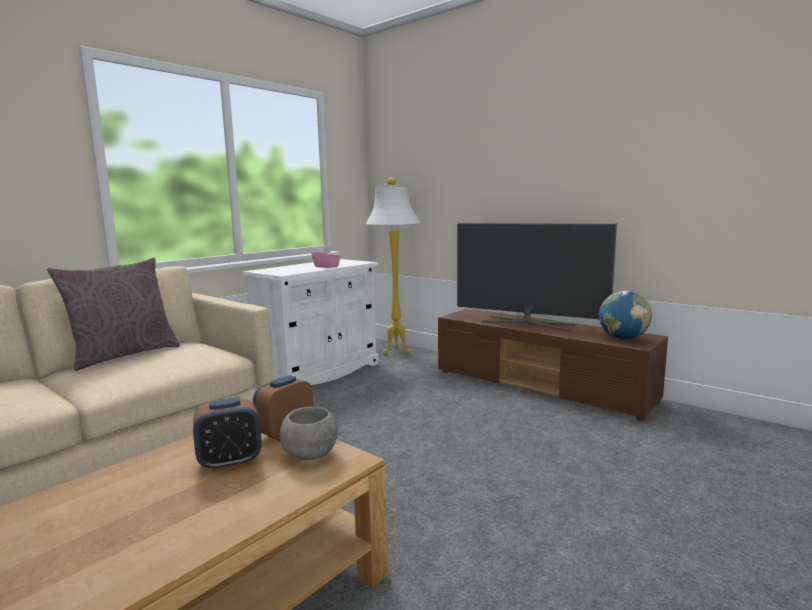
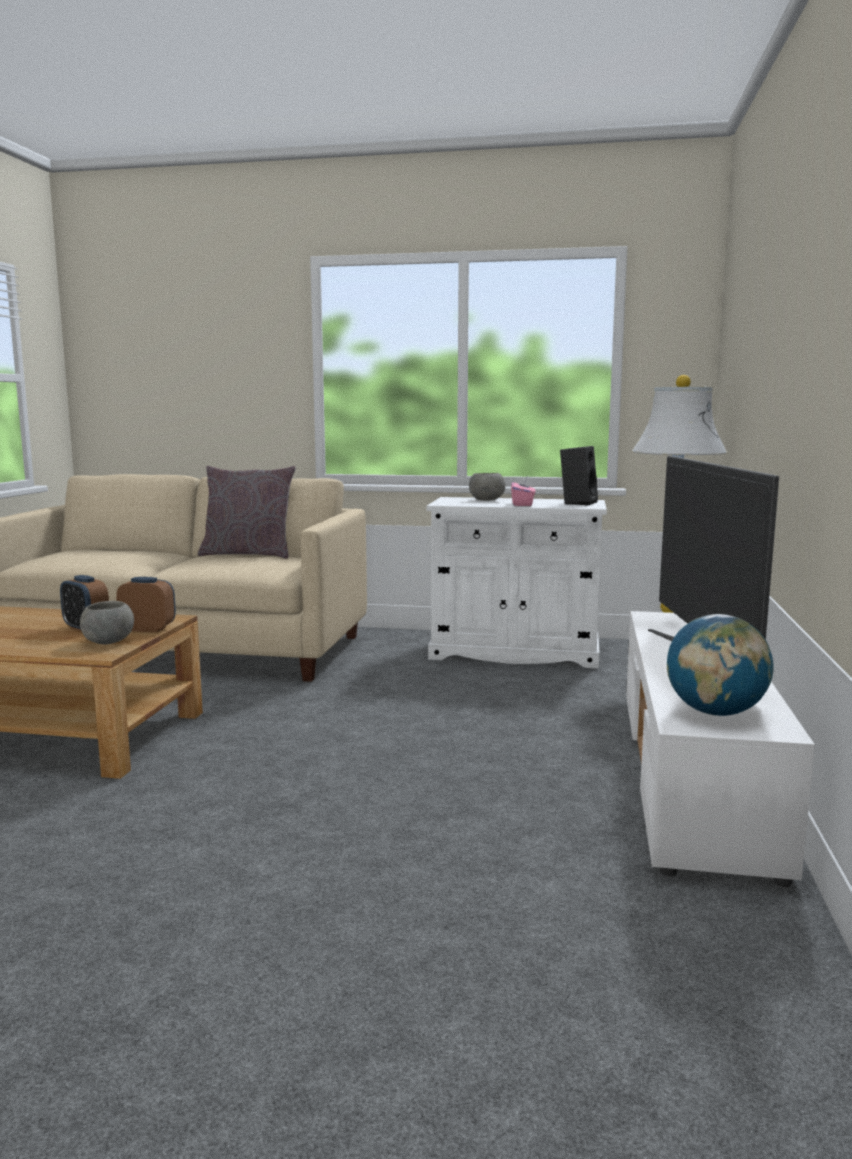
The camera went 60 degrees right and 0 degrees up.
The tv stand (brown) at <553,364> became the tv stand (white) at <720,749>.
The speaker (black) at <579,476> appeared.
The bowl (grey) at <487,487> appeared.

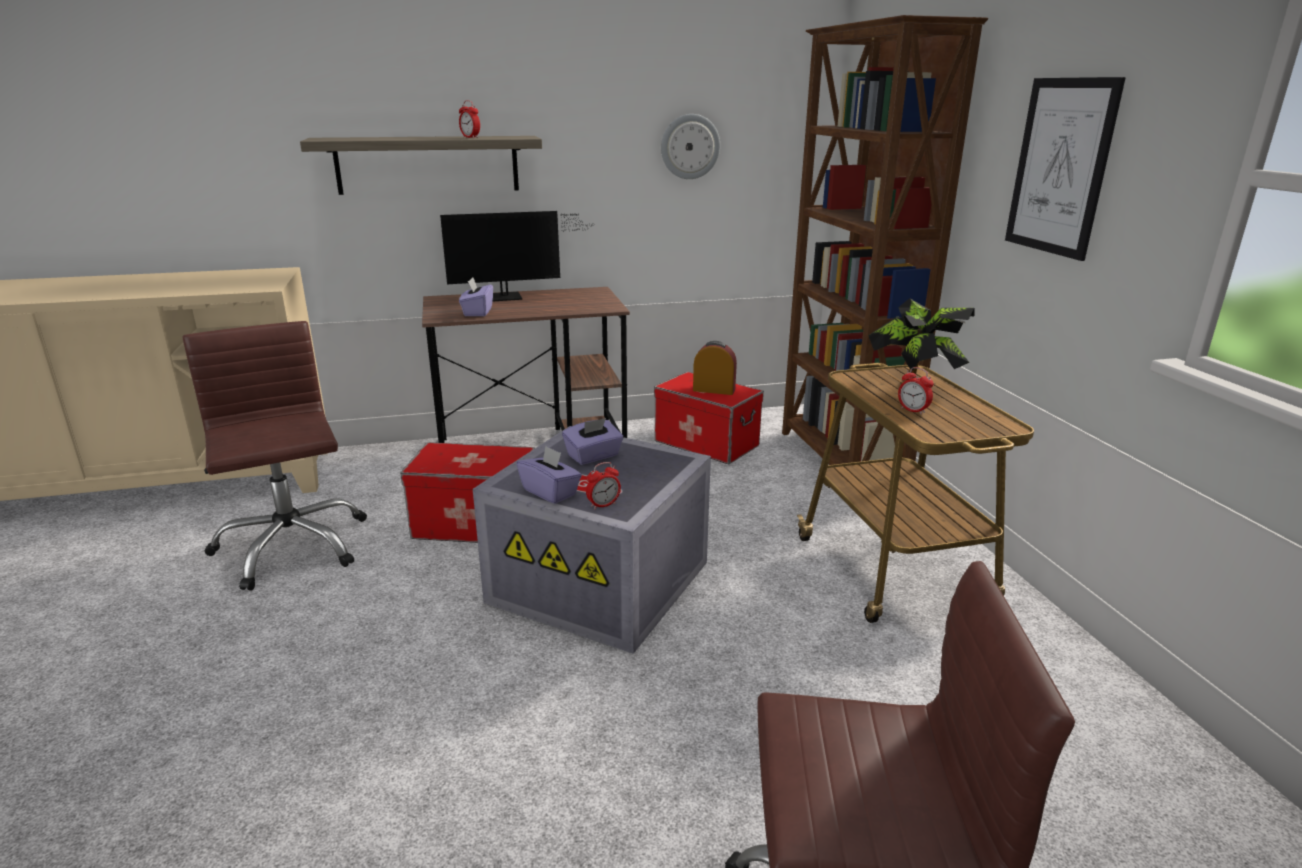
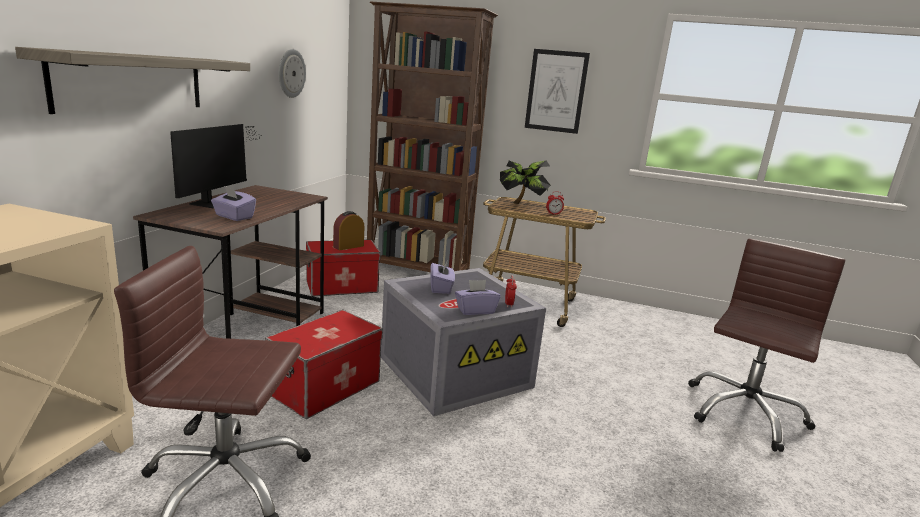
The camera went 60 degrees left and 5 degrees down.
The alarm clock at <469,119> disappeared.

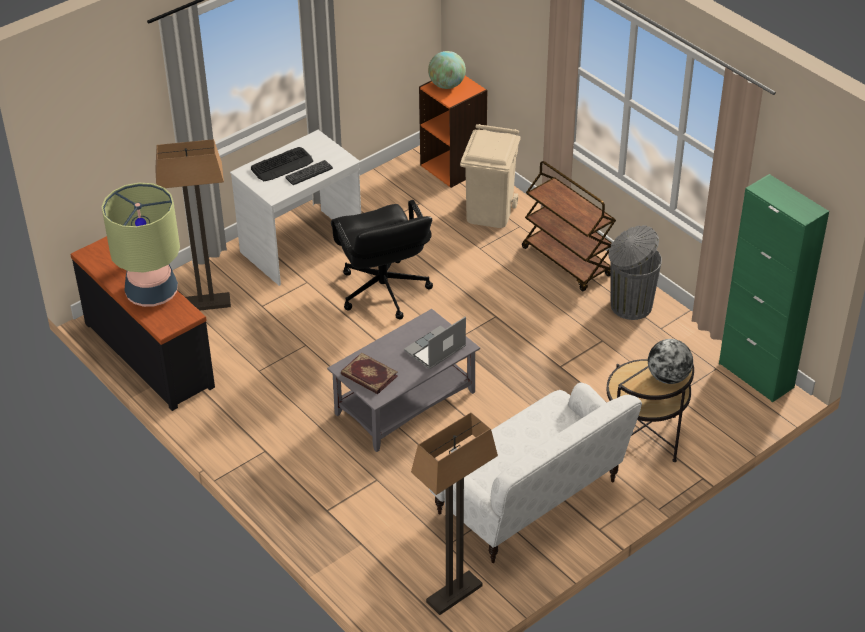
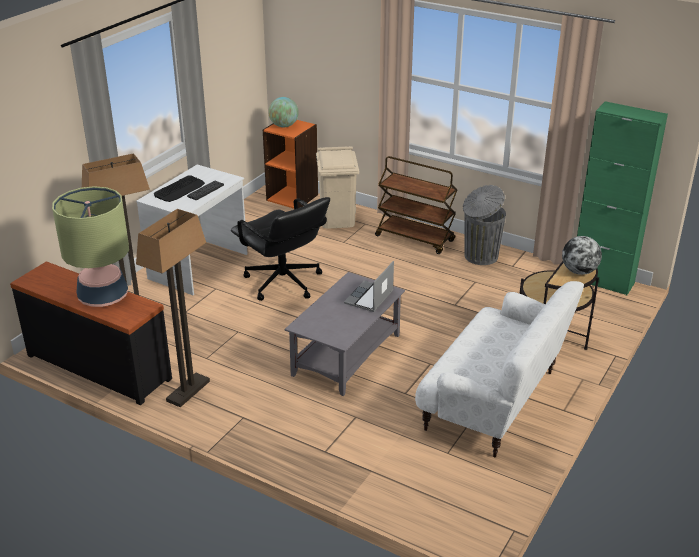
The camera went 20 degrees left and 10 degrees down.
The book at <369,373> disappeared.
The floor lamp moved from <454,514> to <173,308>.

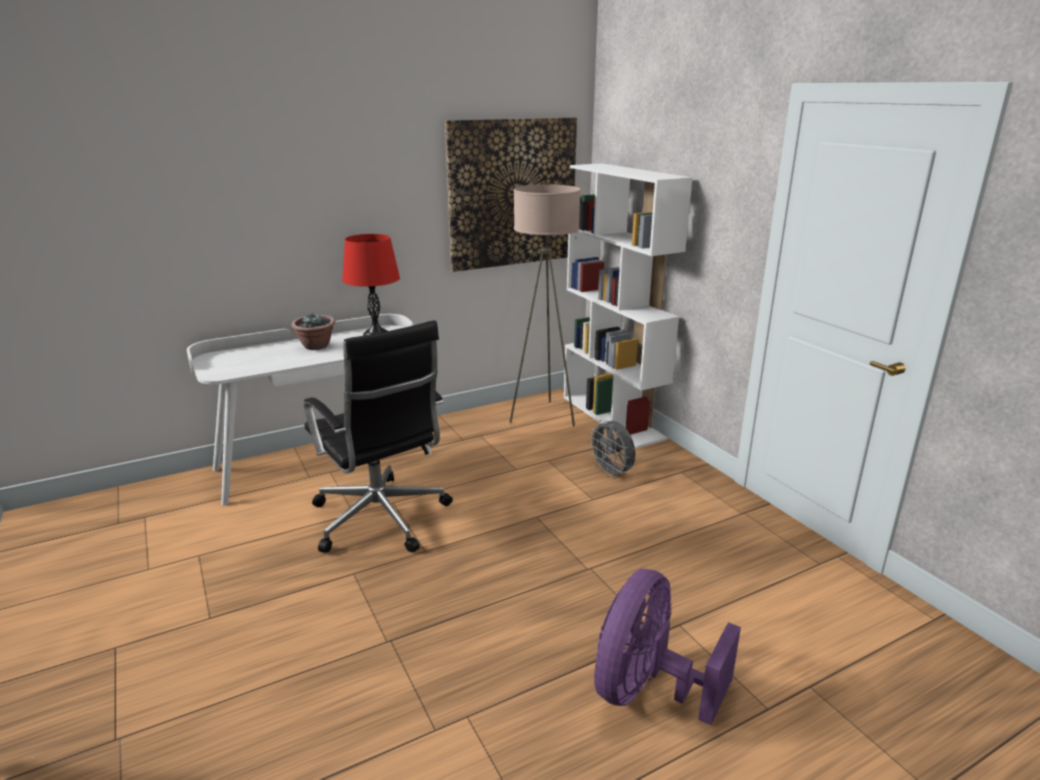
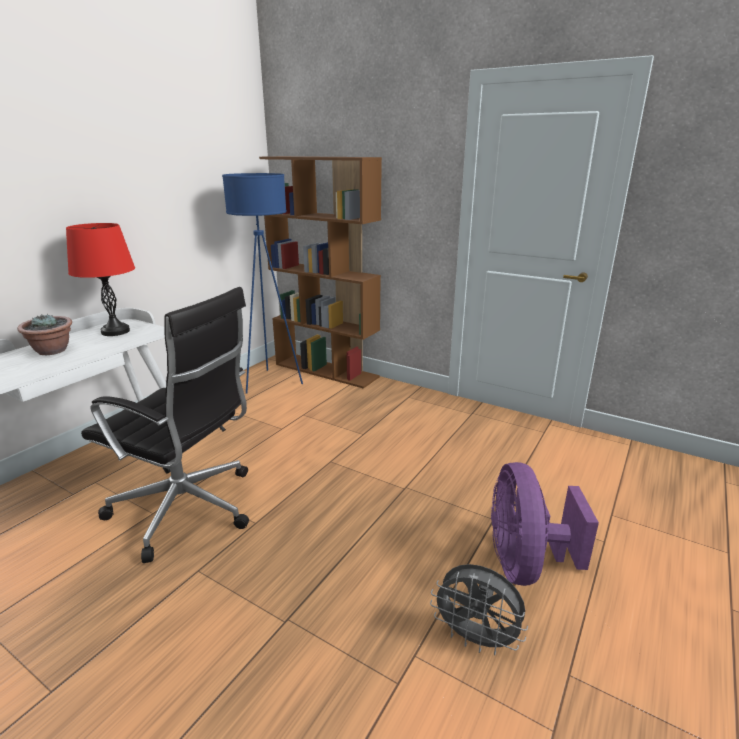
The camera went 30 degrees left and 0 degrees up.
The picture at <511,195> disappeared.
The bookcase (white) at <628,305> became the bookcase (brown) at <320,272>.
The floor lamp (beige) at <545,305> became the floor lamp (blue) at <262,283>.
The fan (grey) moved from <611,449> to <479,610>.

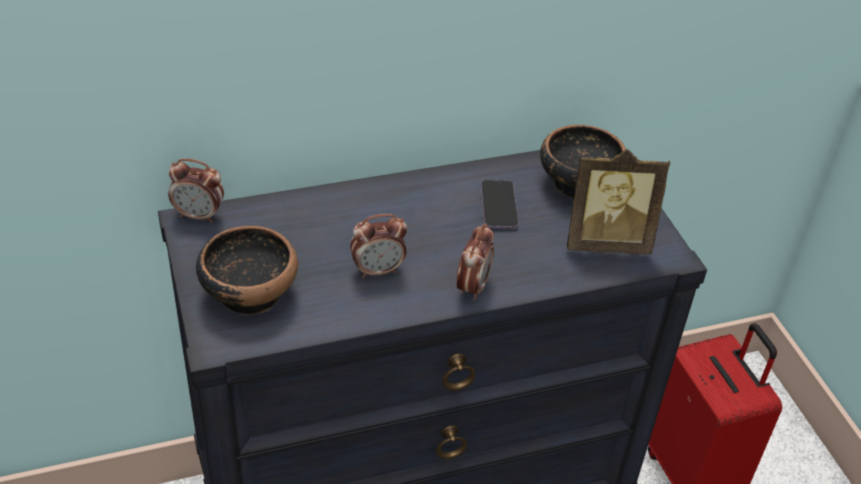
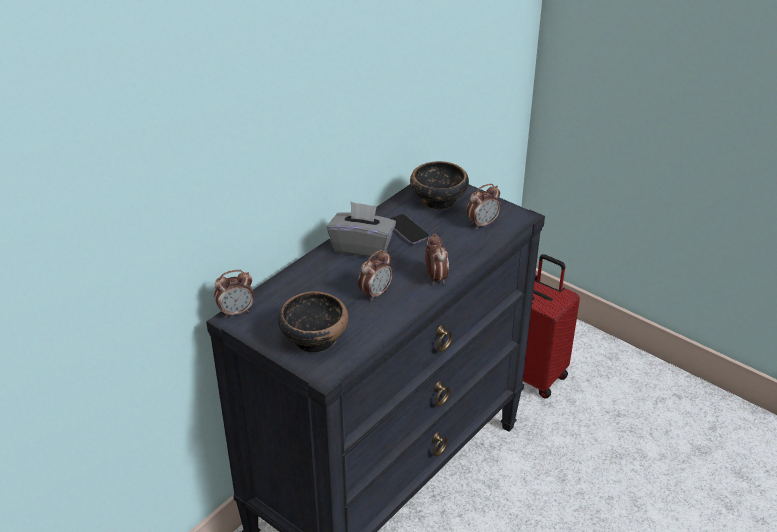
The camera went 30 degrees left and 5 degrees down.
The picture frame at <618,201> was replaced by the alarm clock at <483,207>.
The tissue box (grey) at <361,229> appeared.

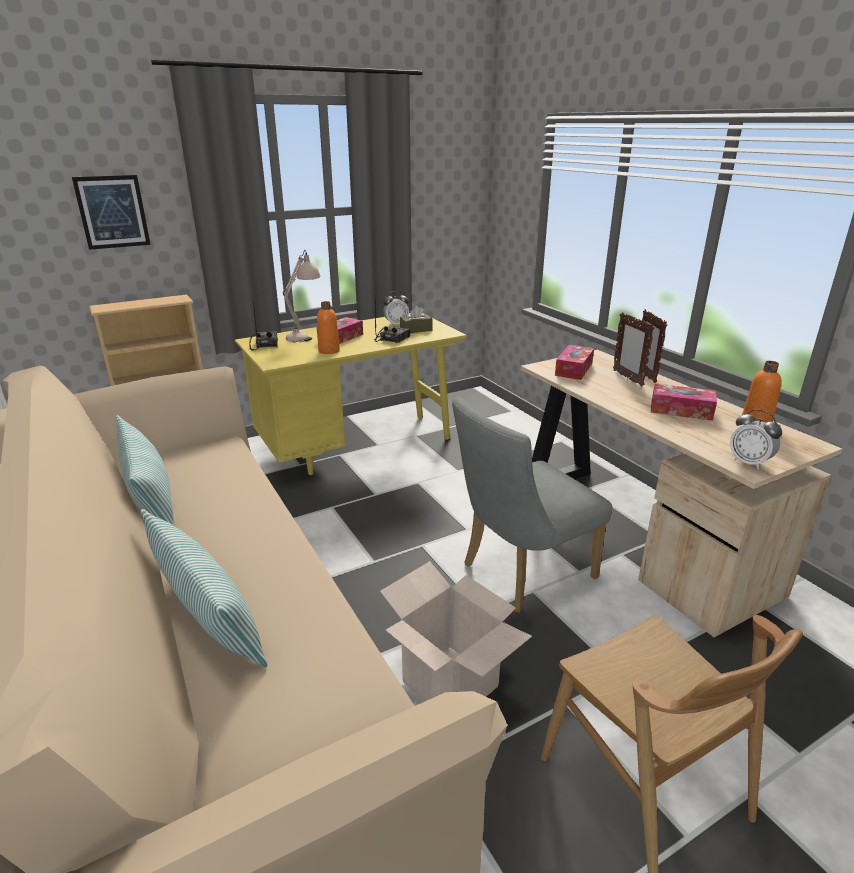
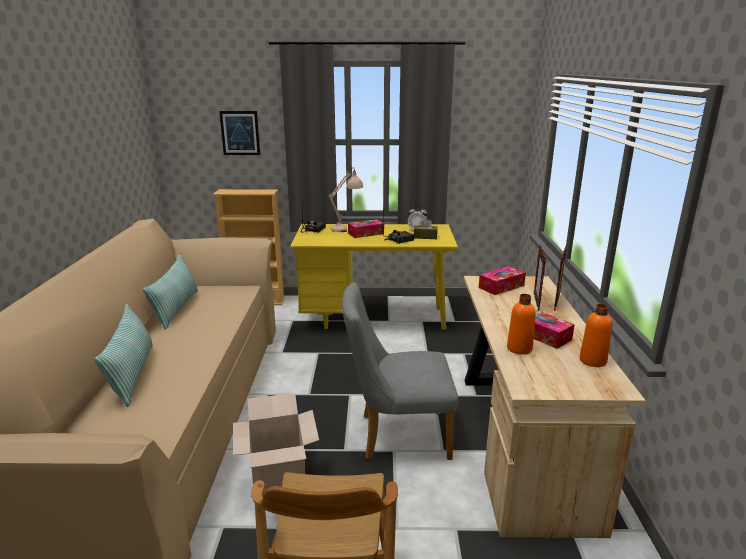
The camera went 30 degrees right and 5 degrees down.
The bottle (orange) moved from <328,327> to <521,324>.
The alarm clock at <756,439> disappeared.

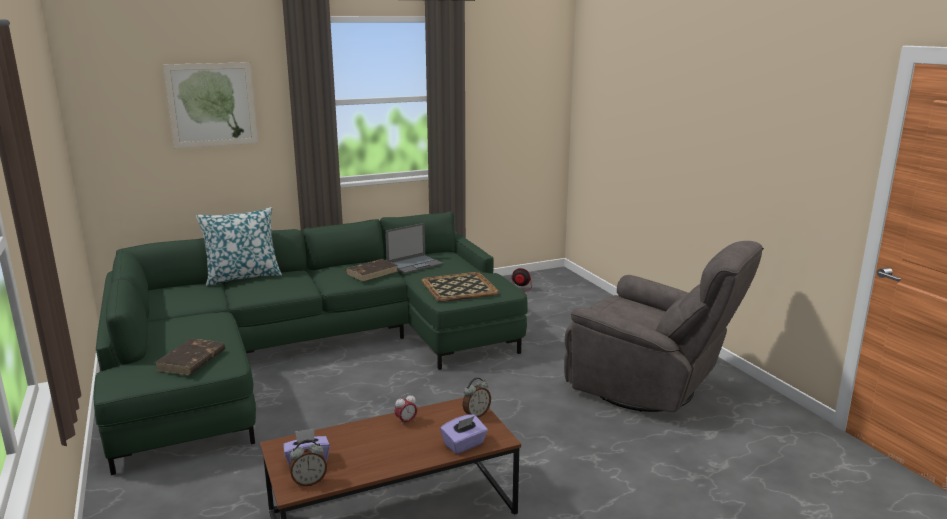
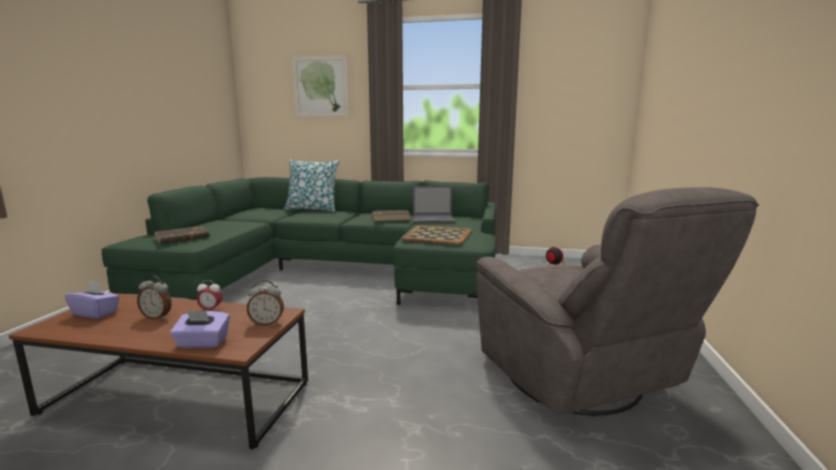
The camera went 35 degrees right and 5 degrees down.
The alarm clock moved from <308,463> to <154,297>.

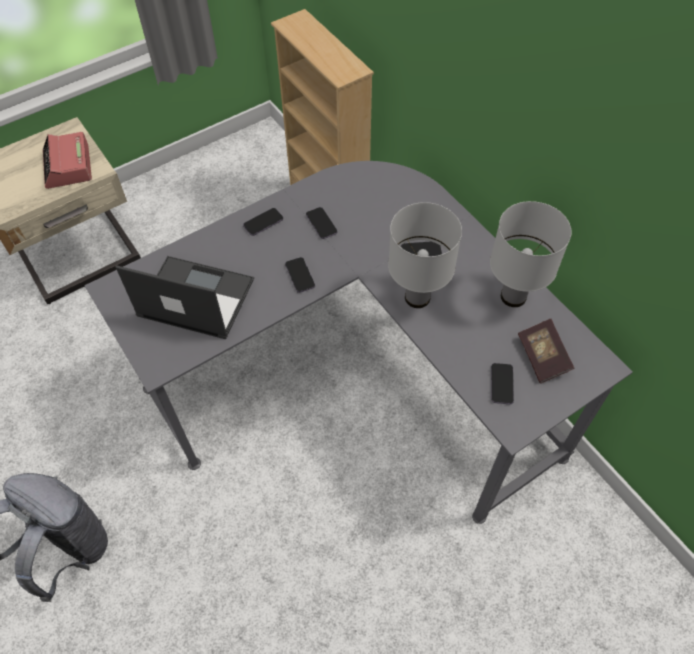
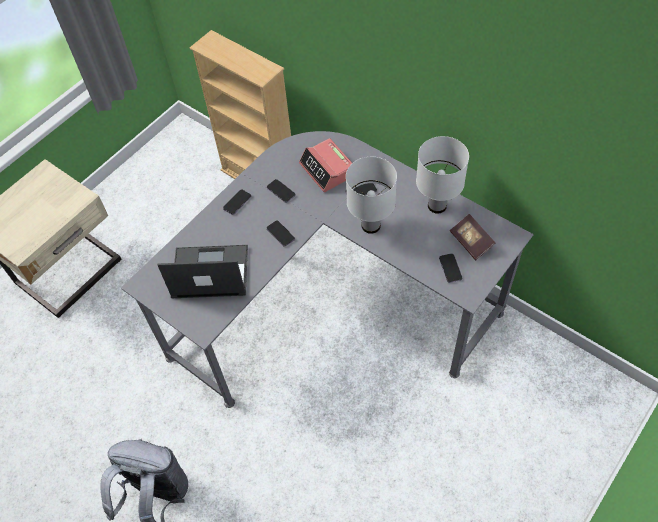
The camera went 15 degrees left and 0 degrees up.
The alarm clock moved from <67,160> to <325,165>.

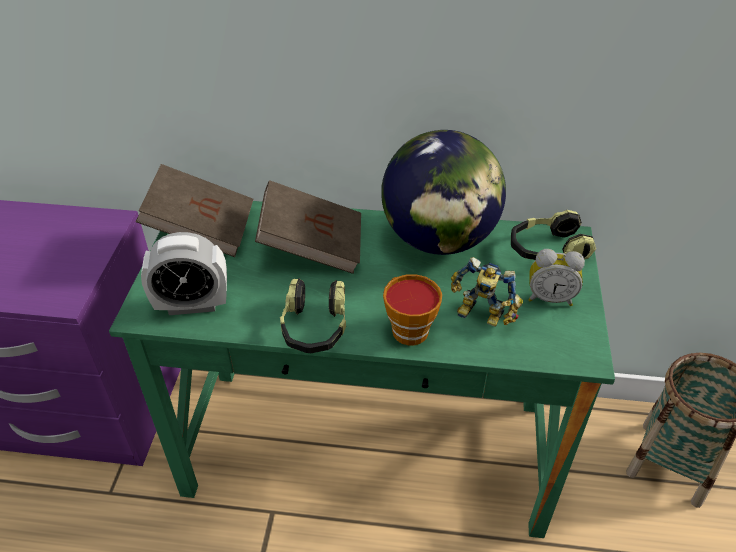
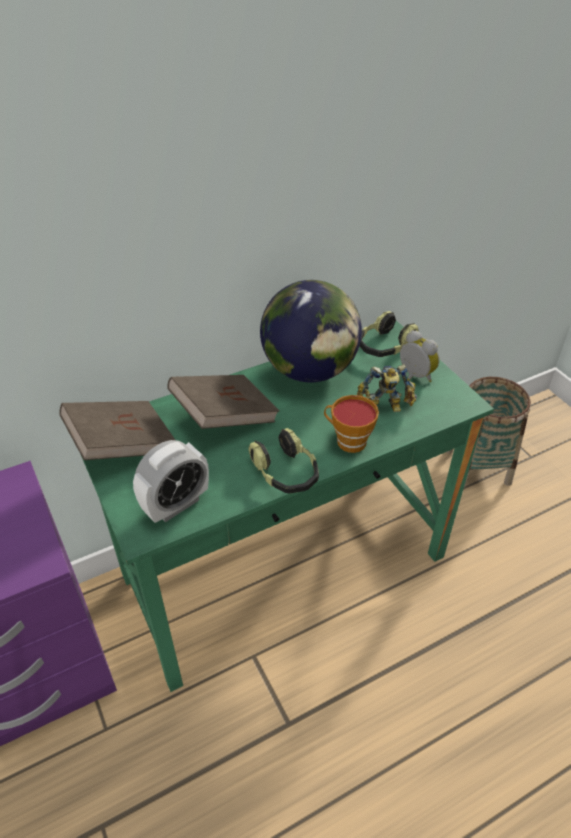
The camera went 35 degrees left and 0 degrees up.
The alarm clock at <556,277> turned 105 degrees counterclockwise.

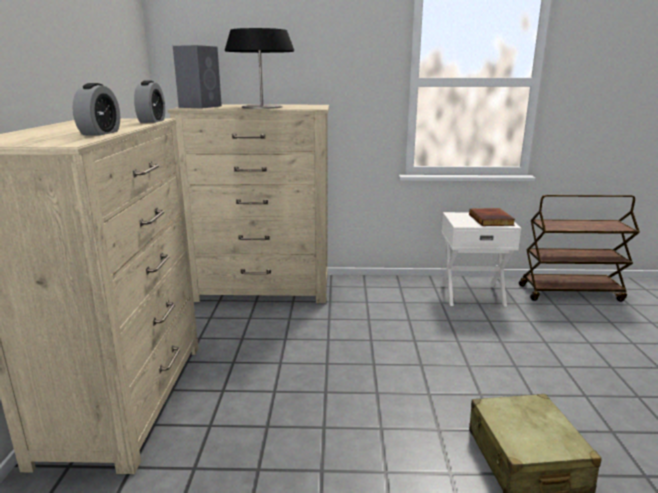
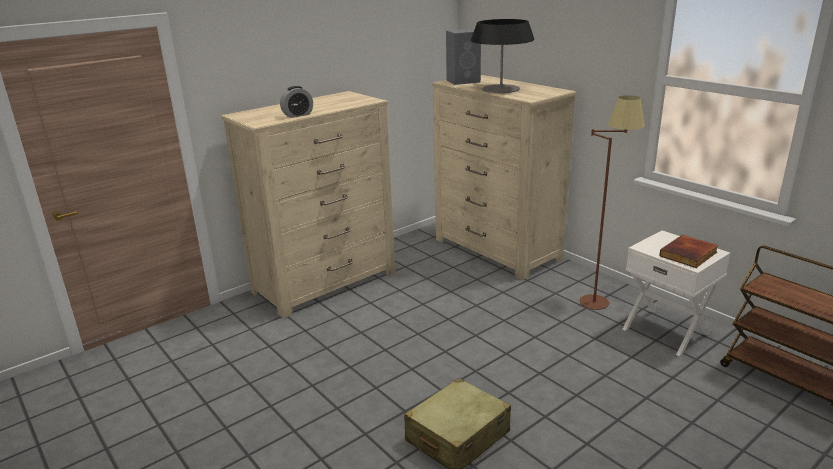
The camera went 50 degrees right and 5 degrees up.
The alarm clock at <149,101> disappeared.
The floor lamp (brown) at <612,202> appeared.

